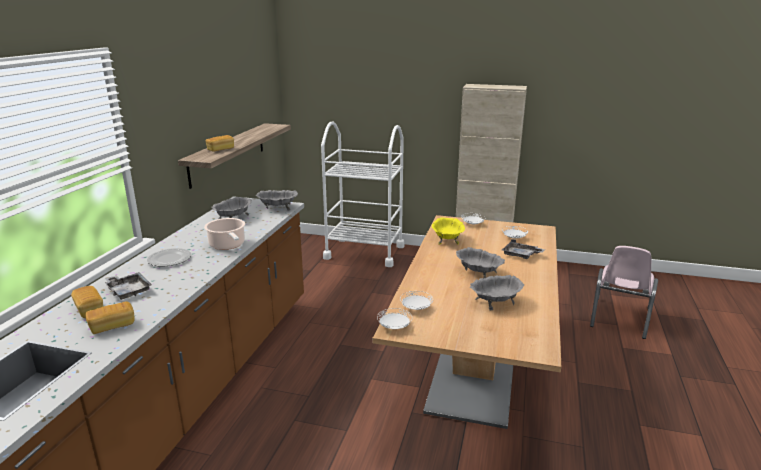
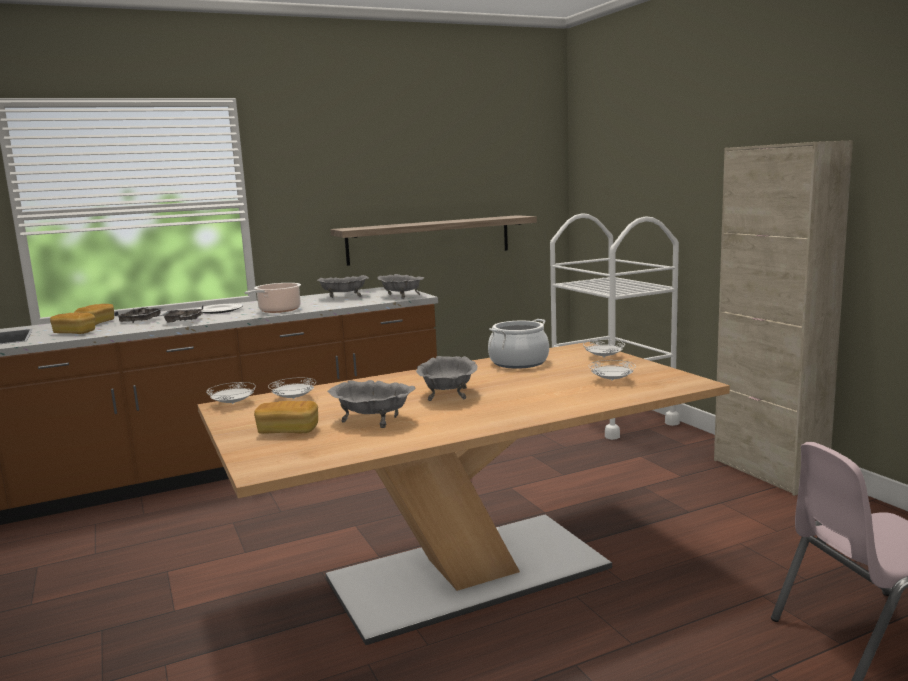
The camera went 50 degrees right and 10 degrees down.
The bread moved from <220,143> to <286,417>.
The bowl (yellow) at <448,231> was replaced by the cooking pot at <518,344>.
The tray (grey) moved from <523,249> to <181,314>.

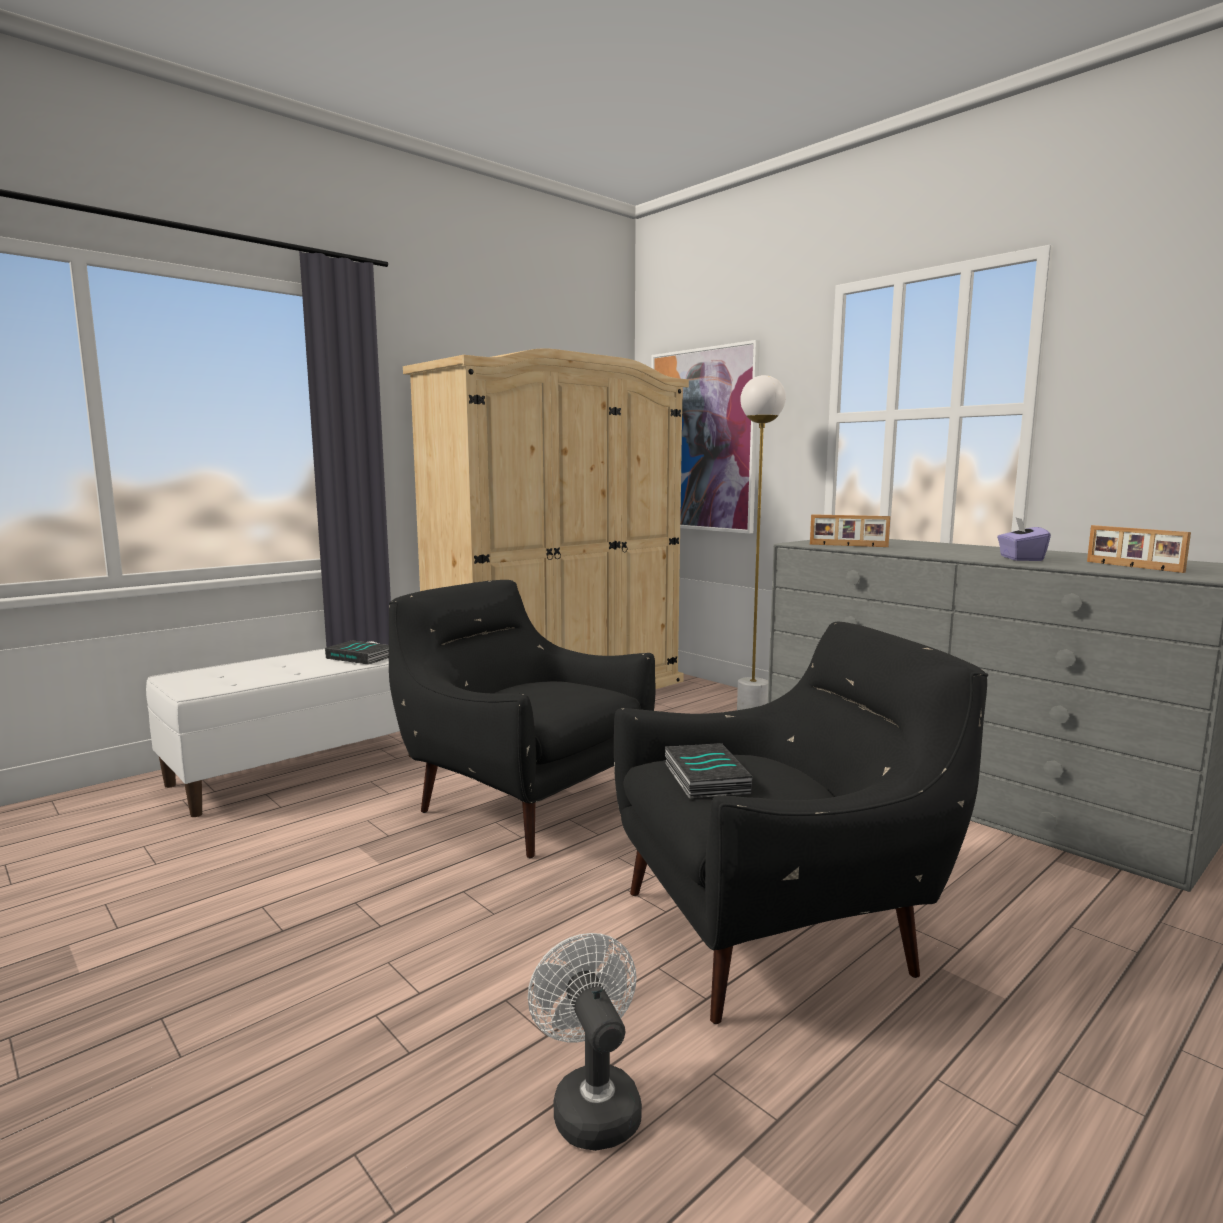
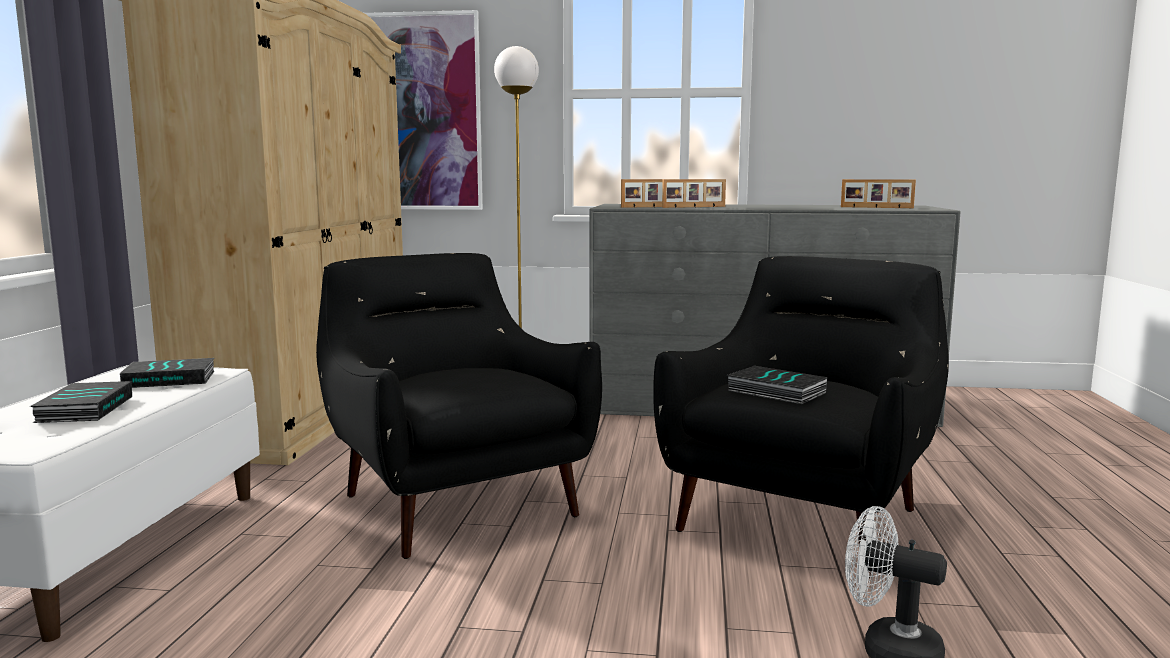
The camera went 40 degrees left and 0 degrees up.
The tissue box (purple) at <1024,539> disappeared.
The armchair (black) at <522,719> turned 60 degrees clockwise.
The picture frame at <694,193> appeared.
The book at <81,402> appeared.

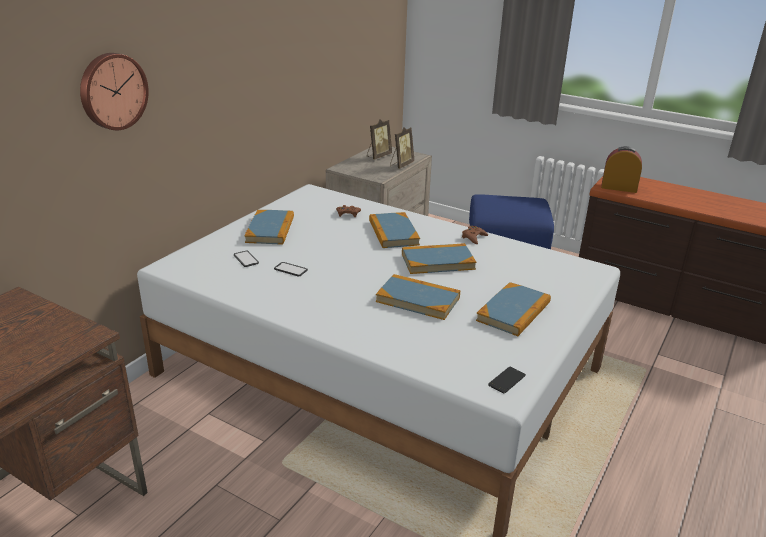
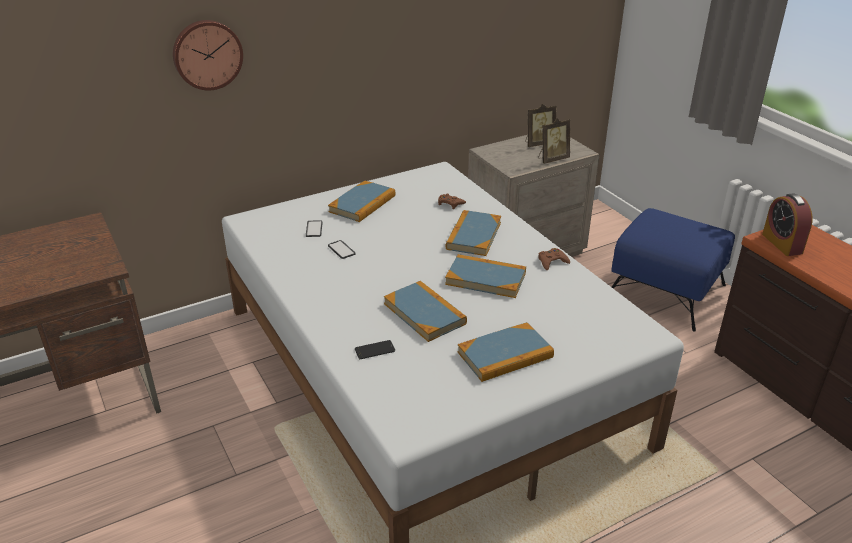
The camera went 30 degrees right and 5 degrees up.
The alarm clock at <621,169> turned 150 degrees counterclockwise.
The phone moved from <507,380> to <375,349>.

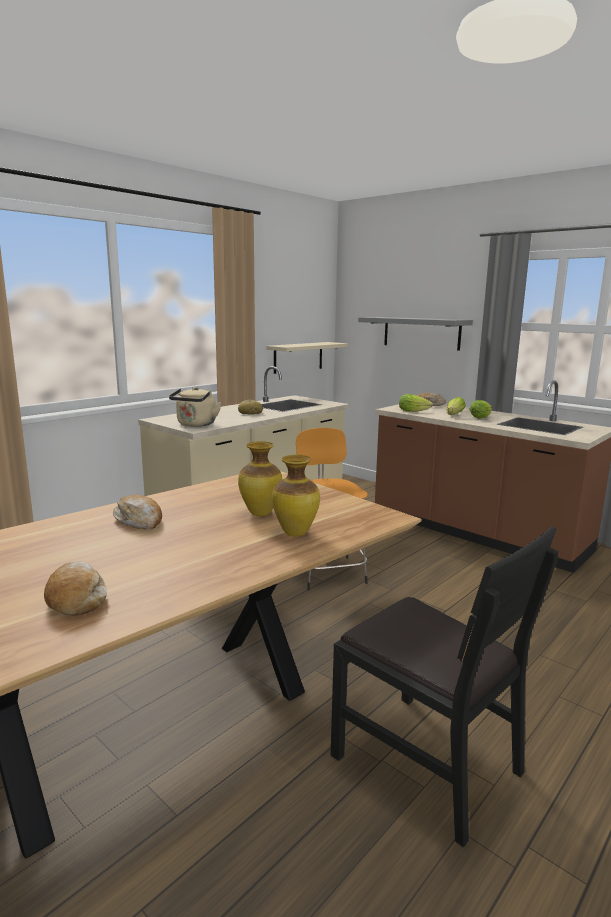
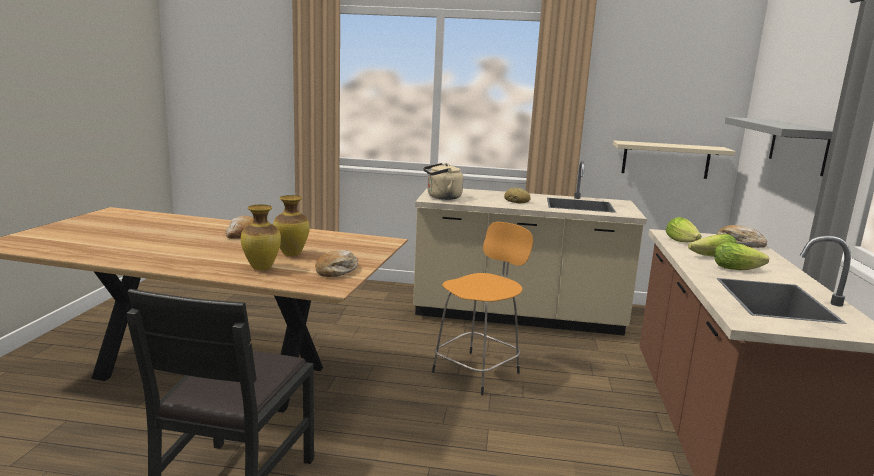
The camera went 55 degrees right and 0 degrees up.
The bread moved from <75,589> to <336,263>.

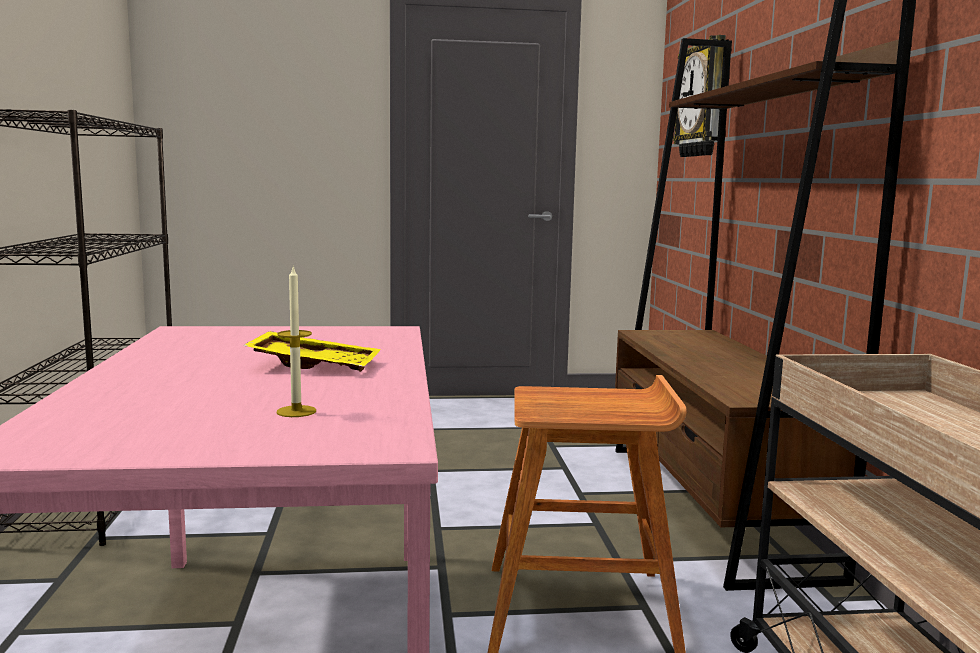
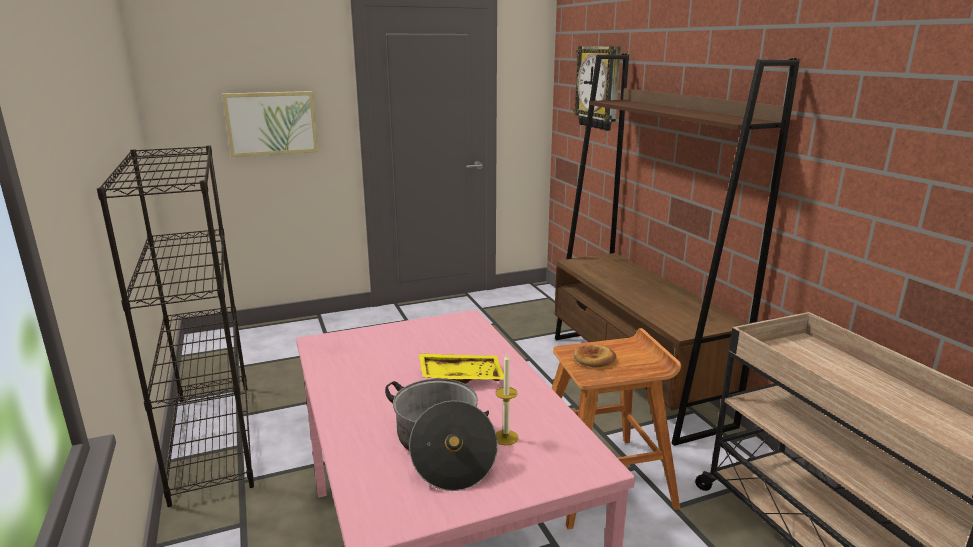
The camera went 15 degrees left and 10 degrees up.
The picture at <270,124> appeared.
The bread at <595,356> appeared.
The cooking pot at <441,435> appeared.

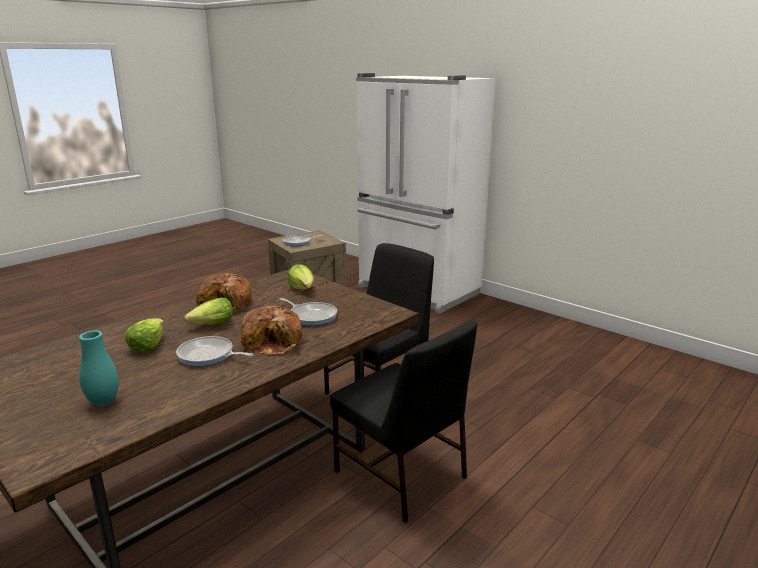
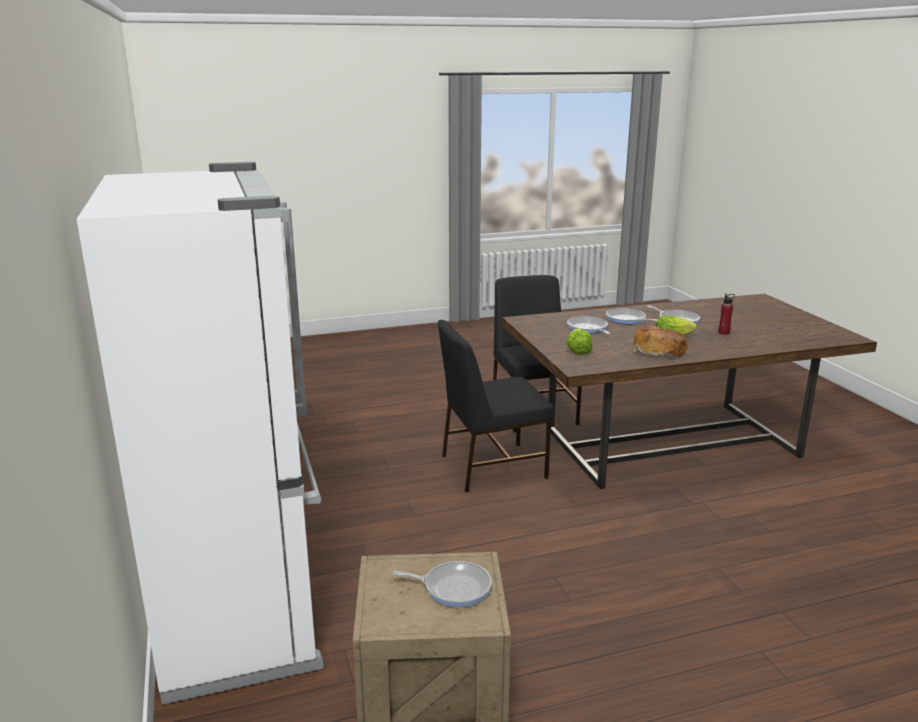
The camera went 150 degrees left and 0 degrees up.
The bread at <271,330> was replaced by the frying pan at <631,316>.
The lettuce at <144,335> was replaced by the bottle (red) at <726,314>.
The vase (turquoise) at <99,368> disappeared.

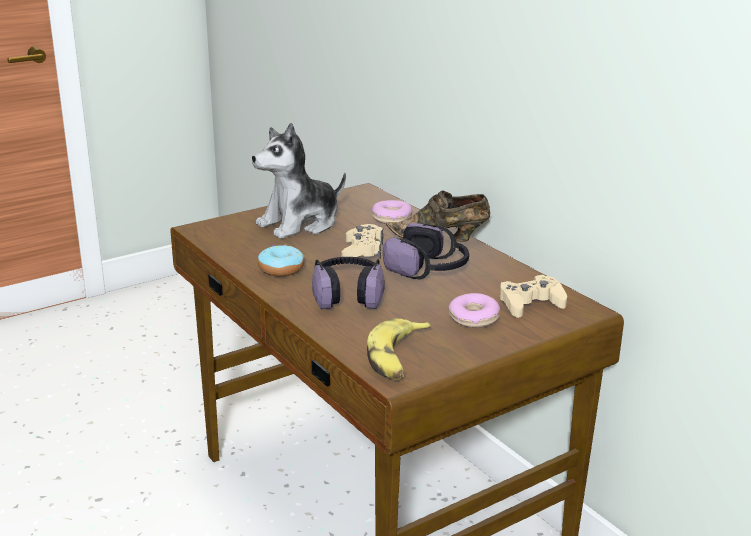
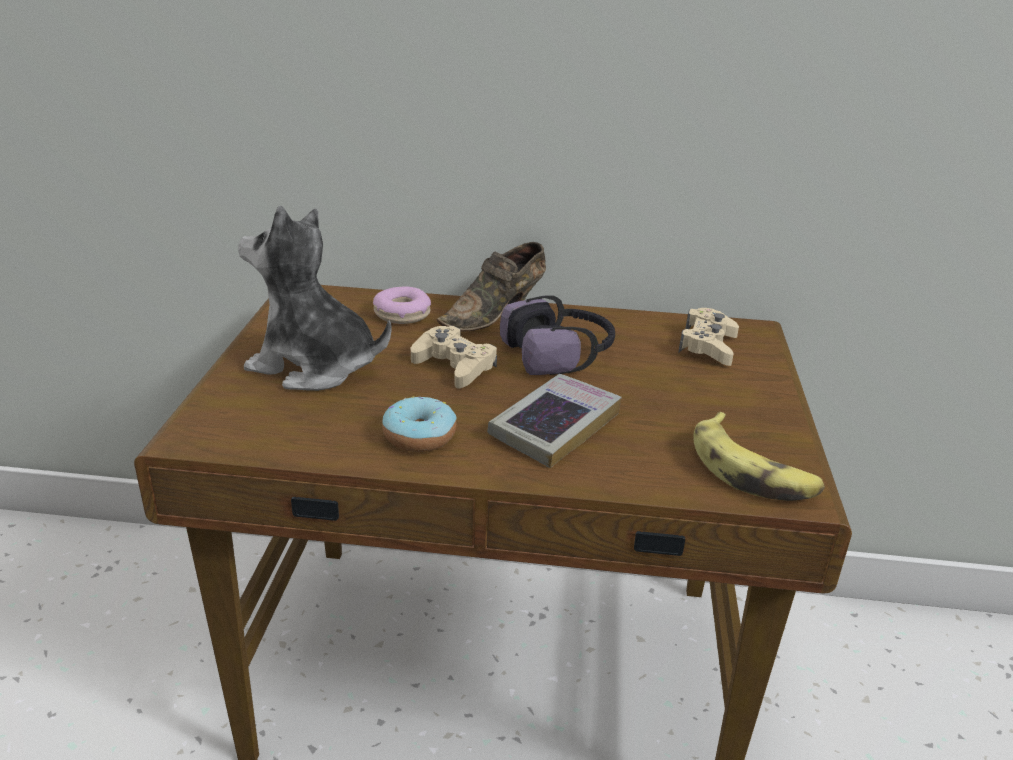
The camera went 50 degrees left and 5 degrees up.
The plush toy at <299,181> turned 105 degrees clockwise.
The headphones at <348,283> was replaced by the book at <554,421>.
The donut at <474,310> disappeared.

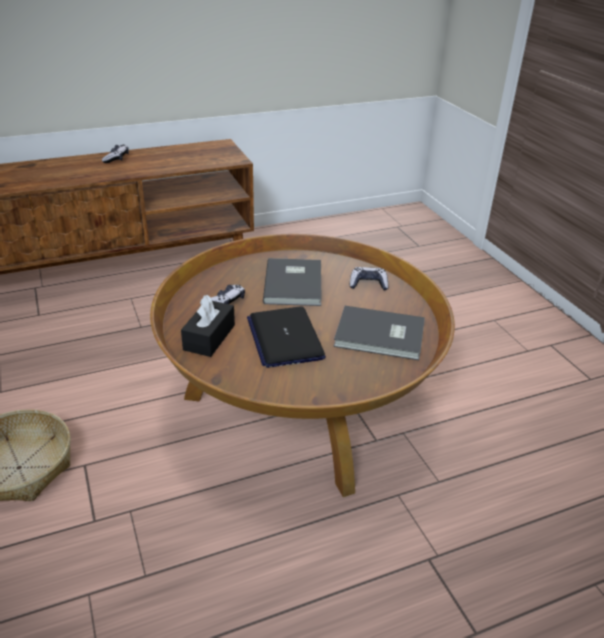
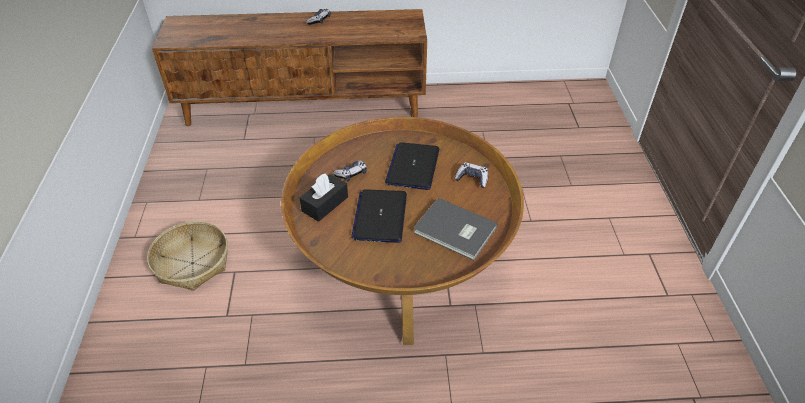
The camera went 20 degrees right and 10 degrees up.
The book (grey) at <292,282> was replaced by the laptop at <412,166>.

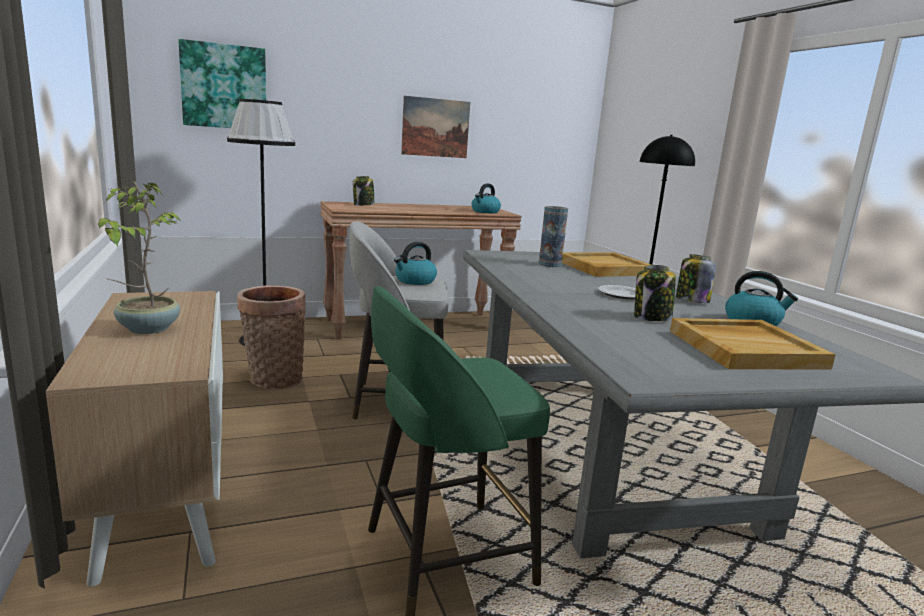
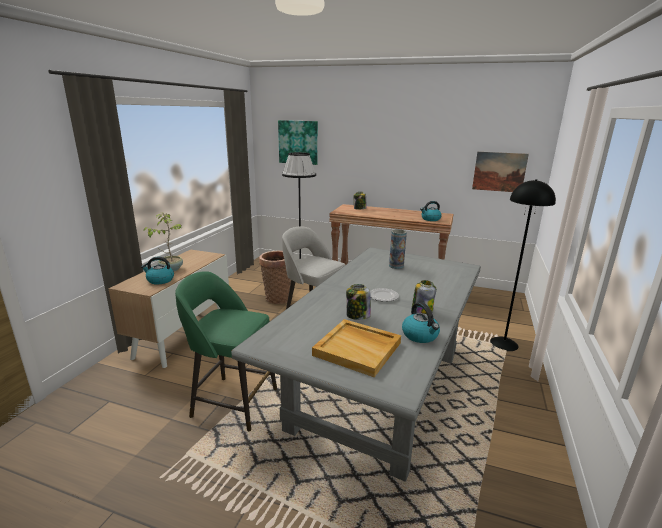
The camera went 40 degrees right and 5 degrees up.
The picture moved from <435,127> to <500,172>.
The kettle moved from <415,263> to <157,270>.
The tray (beige) at <606,264> disappeared.

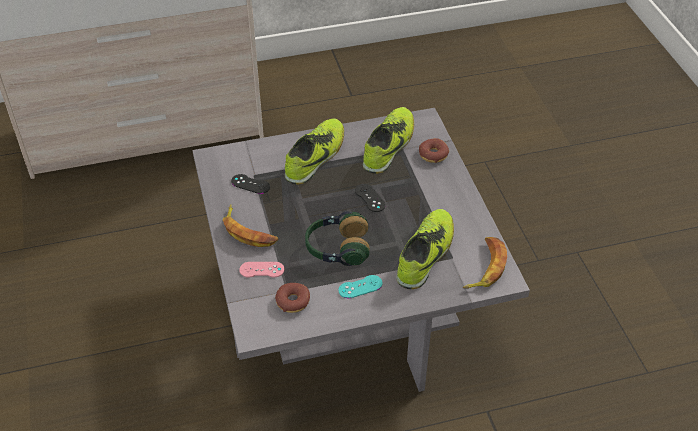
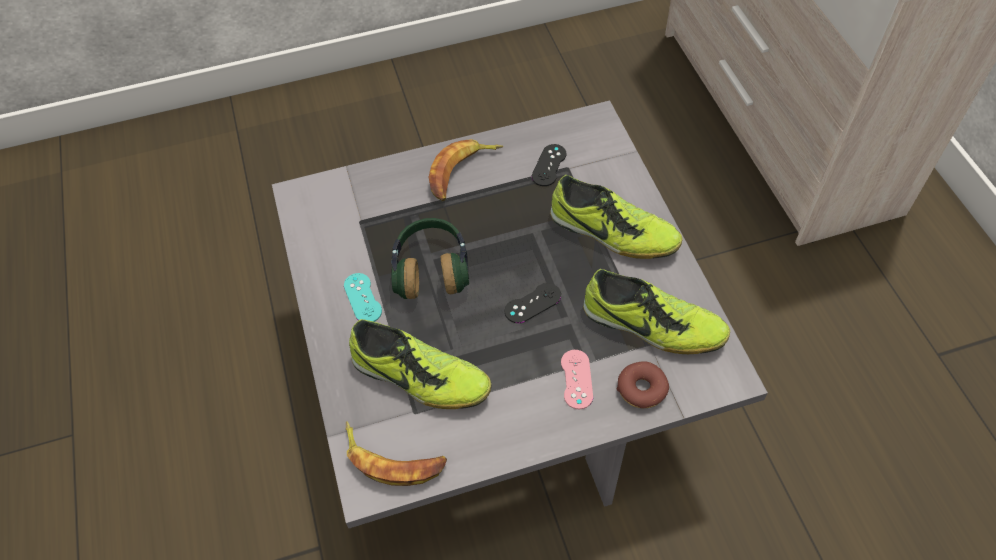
The camera went 90 degrees right and 10 degrees up.
The game controller (pink) moved from <262,270> to <577,379>.
The donut at <292,298> disappeared.

